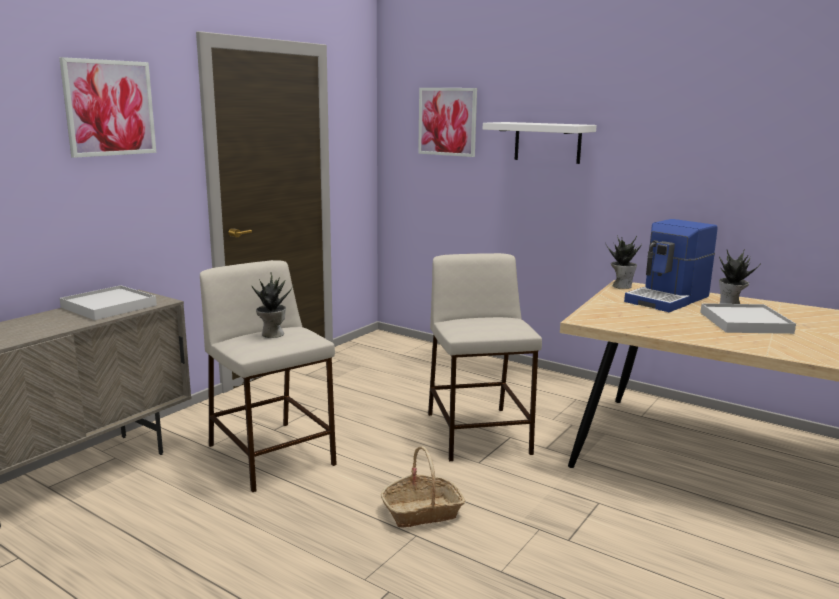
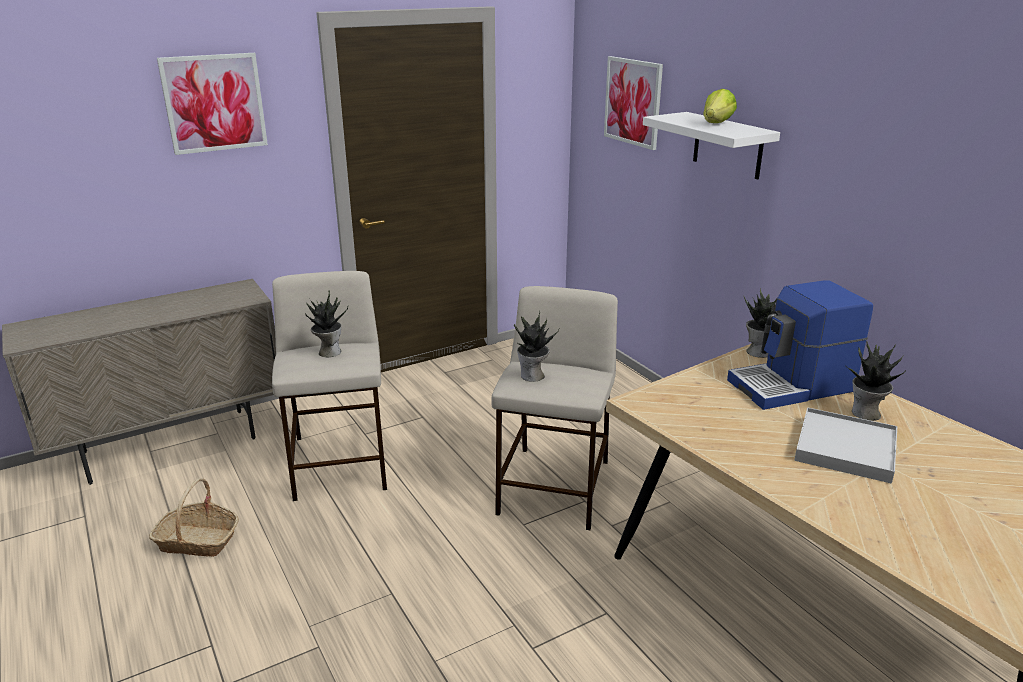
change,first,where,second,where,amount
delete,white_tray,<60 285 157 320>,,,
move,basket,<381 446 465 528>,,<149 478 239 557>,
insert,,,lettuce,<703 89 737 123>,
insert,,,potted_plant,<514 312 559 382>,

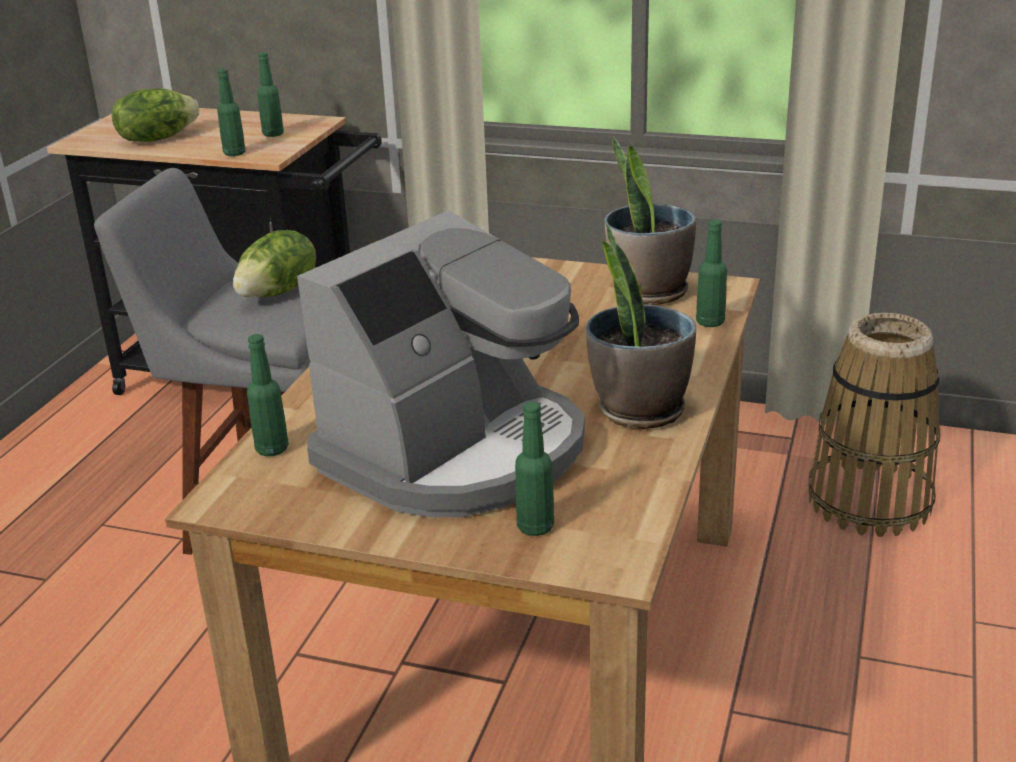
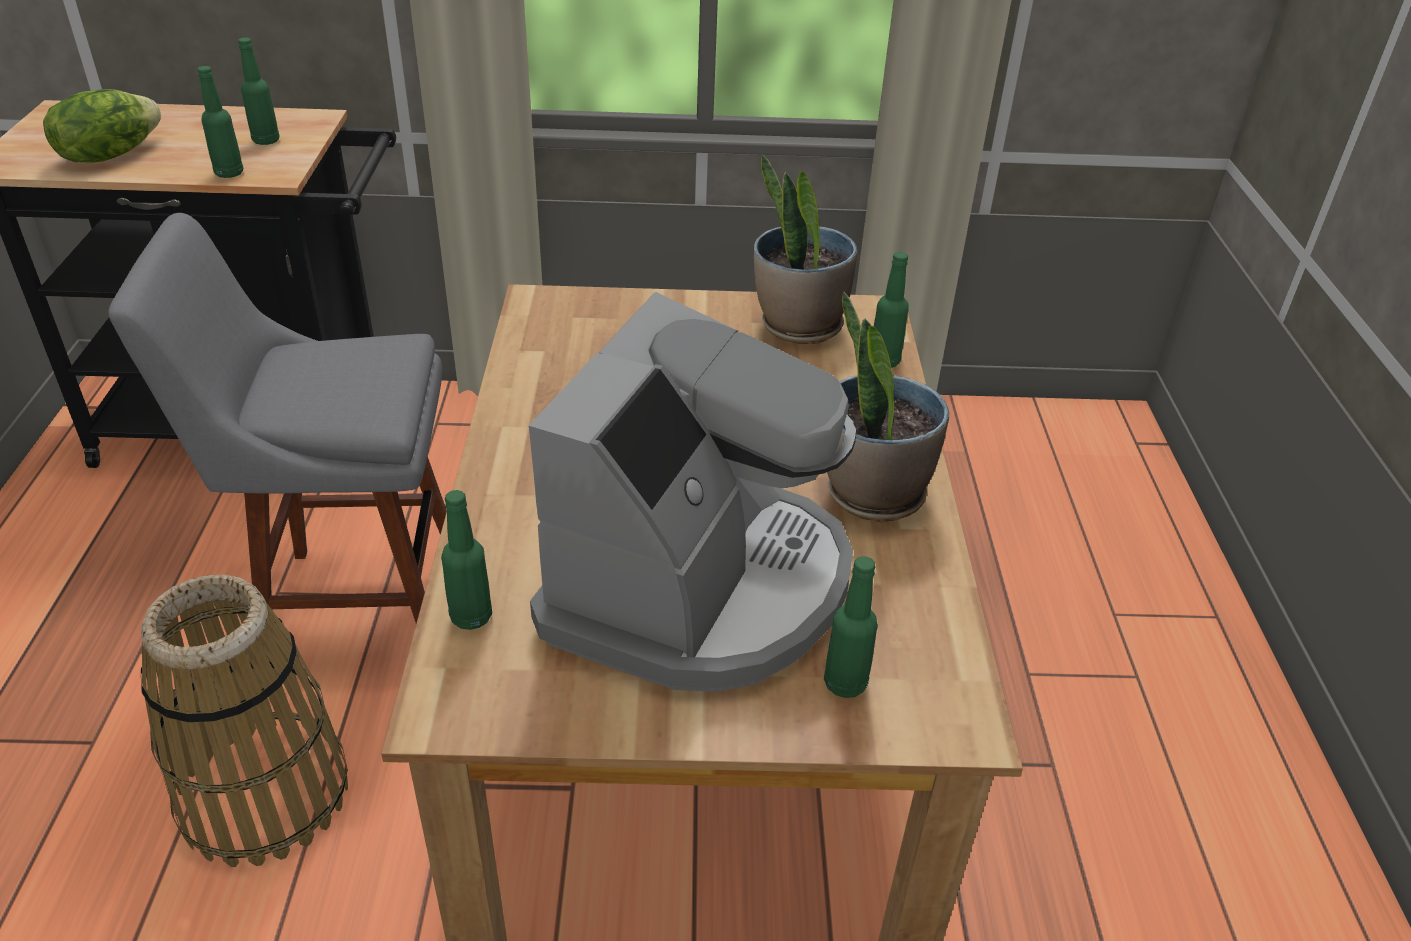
change,first,where,second,where,amount
delete,lettuce,<233 230 316 297>,,,
move,basket,<808 313 941 537>,,<141 575 348 867>,

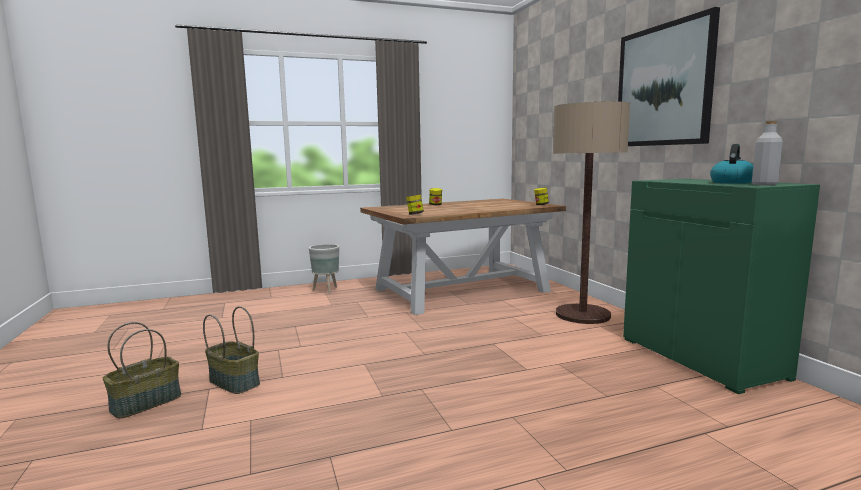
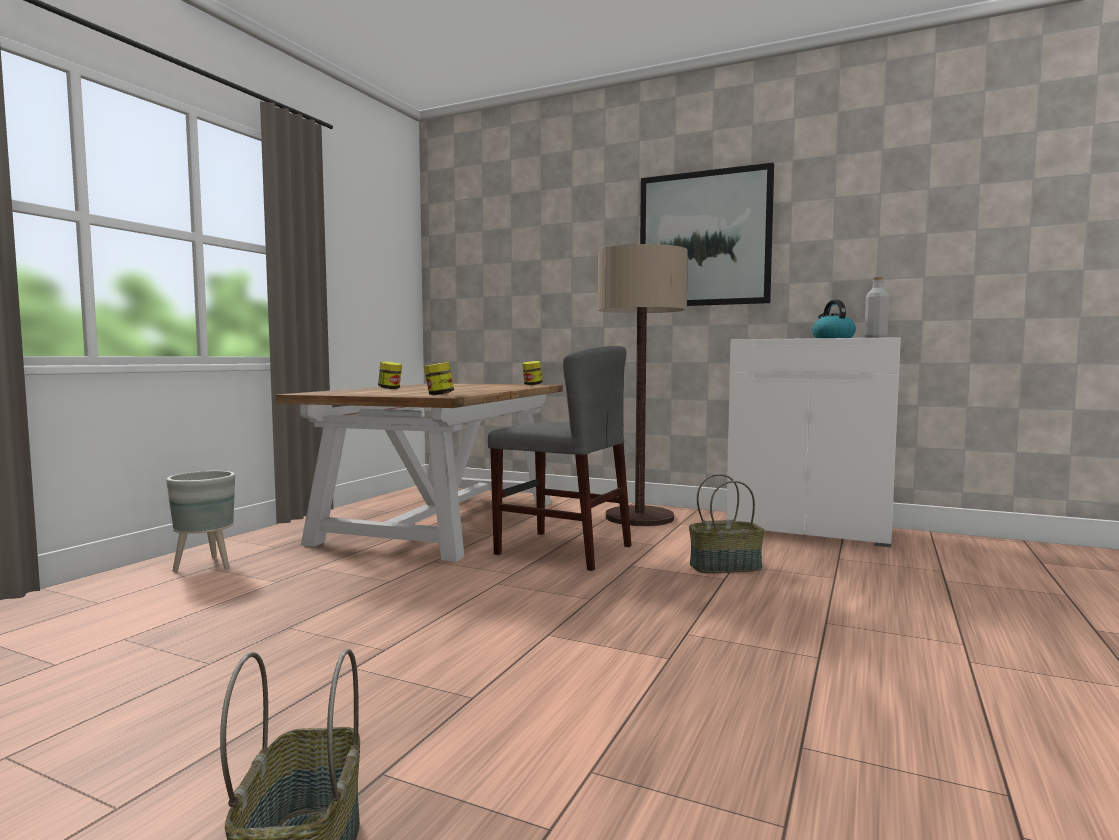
change,first,where,second,where,amount
recolor,green_cabinet,<623 179 820 394>,white_cabinet,<726 337 901 547>,
move,basket,<203 306 260 394>,,<689 474 765 573>,
insert,,,grey_chair,<488 346 631 571>,

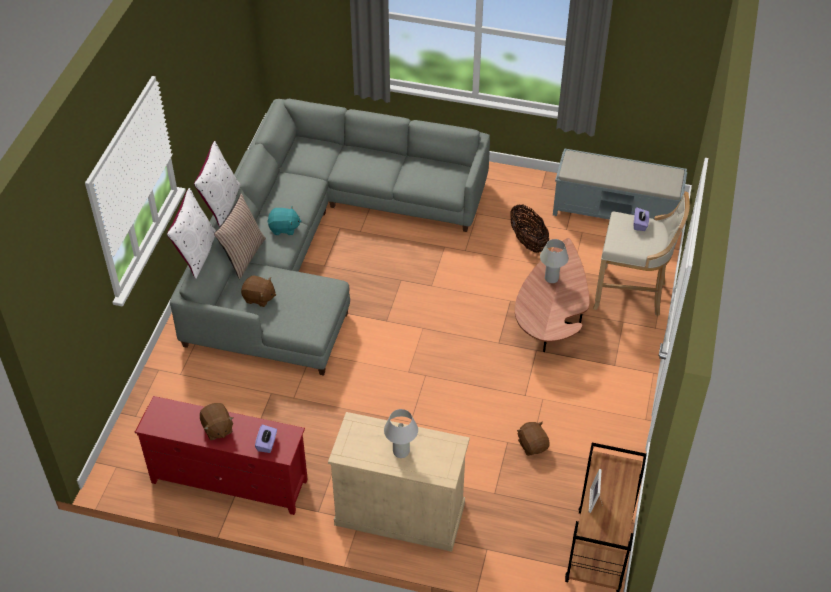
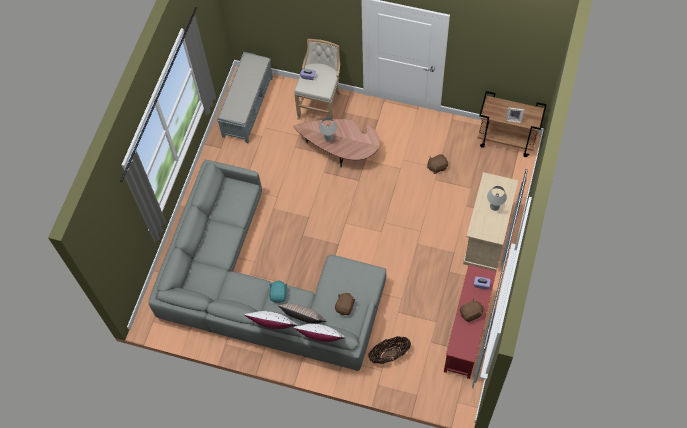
change,first,where,second,where,amount
move,basket,<510 205 549 253>,,<368 336 411 364>,

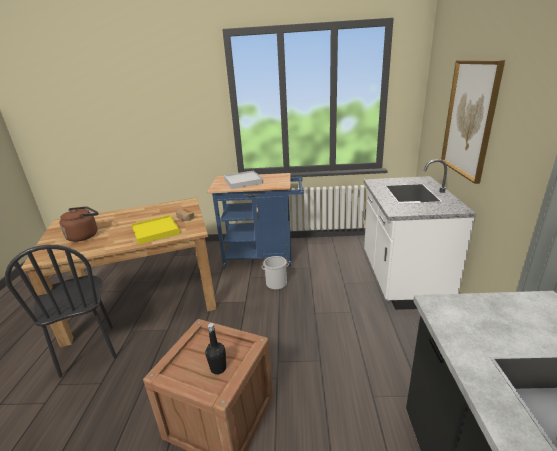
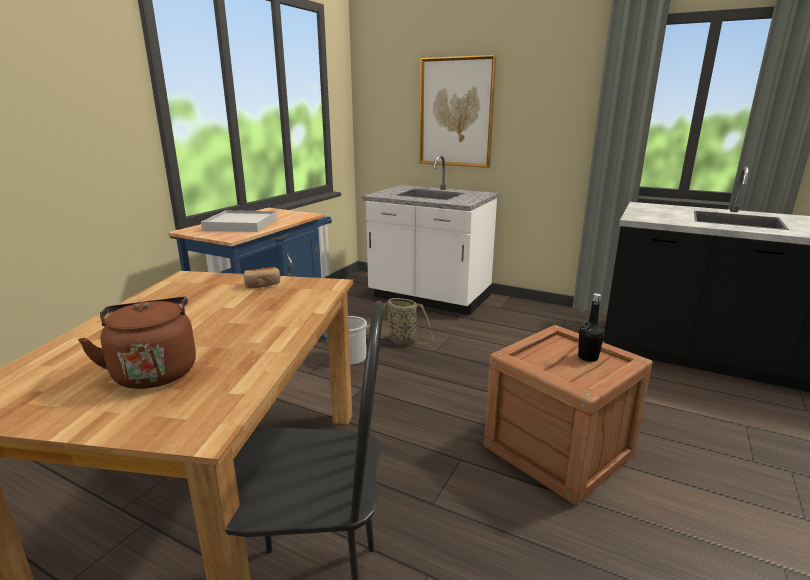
change,first,where,second,where,amount
delete,yellow_tray,<131 215 180 245>,,,
insert,,,basket,<366 298 433 345>,

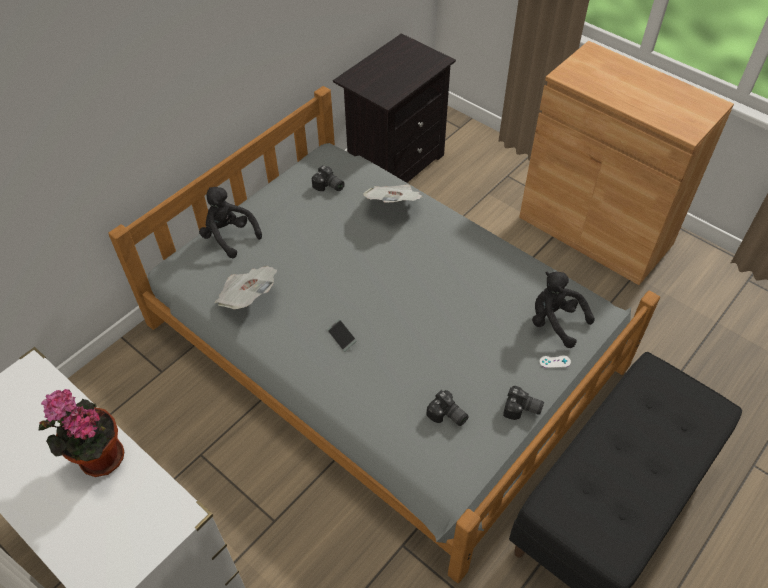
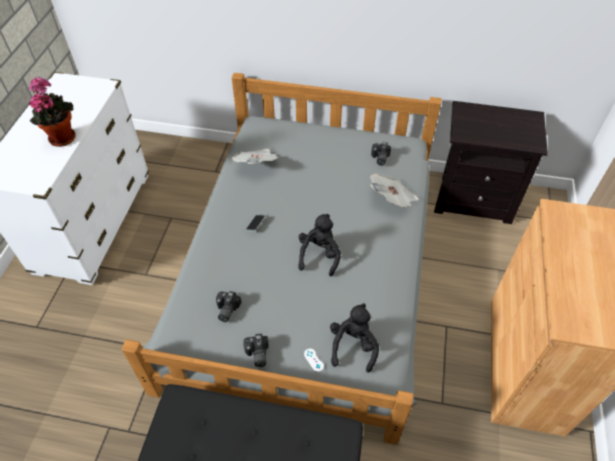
change,first,where,second,where,amount
move,black_plush_toy,<199 187 262 258>,,<298 214 341 276>,

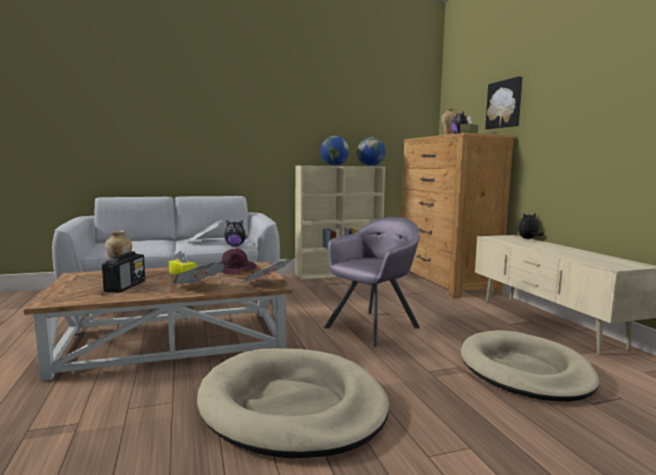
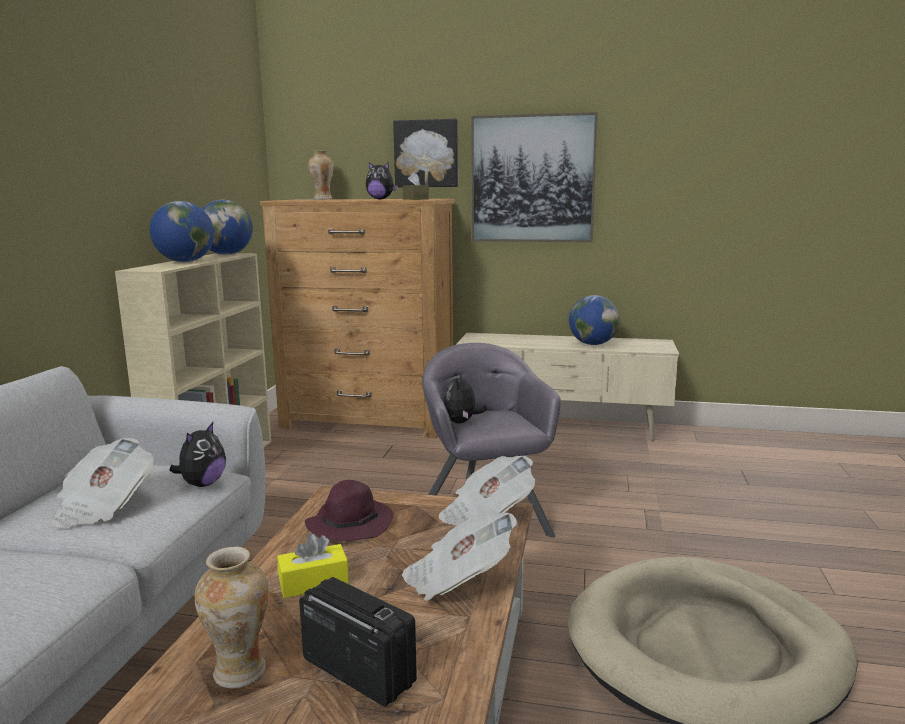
change,first,where,second,where,amount
move,plush_toy,<518 213 543 239>,,<443 372 487 423>,
delete,beige_dog_bed,<461 330 599 402>,,,
insert,,,picture,<471 112 598 242>,
insert,,,globe,<569 295 620 345>,

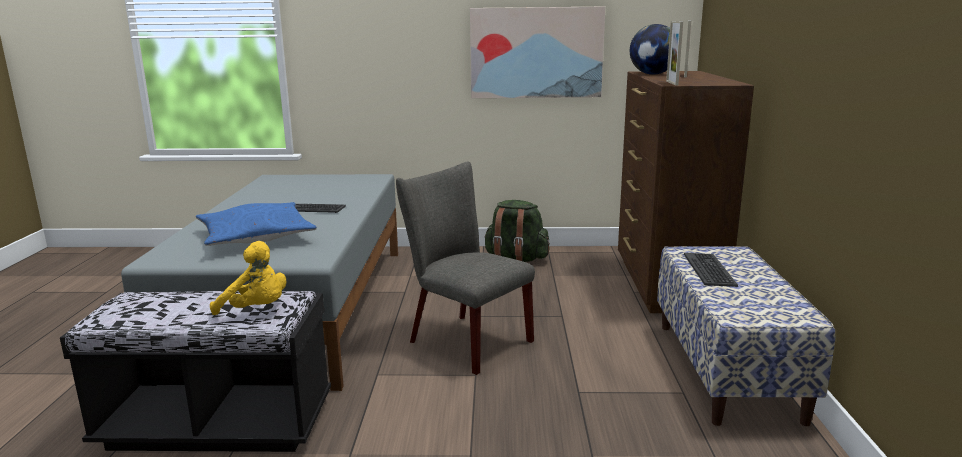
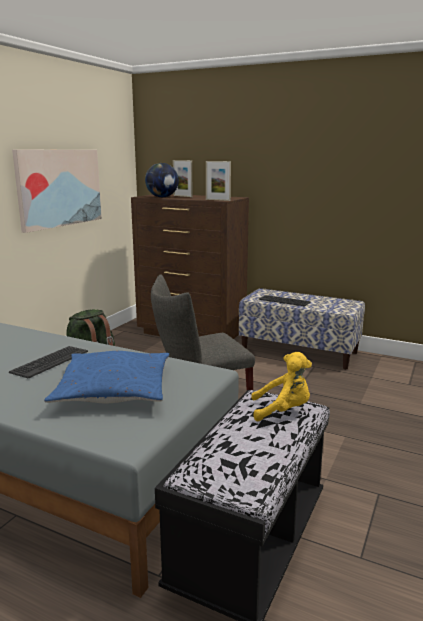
change,first,where,second,where,amount
rotate,yellow_plush_toy,<210 241 286 315>,,<251 352 312 421>,45 degrees clockwise

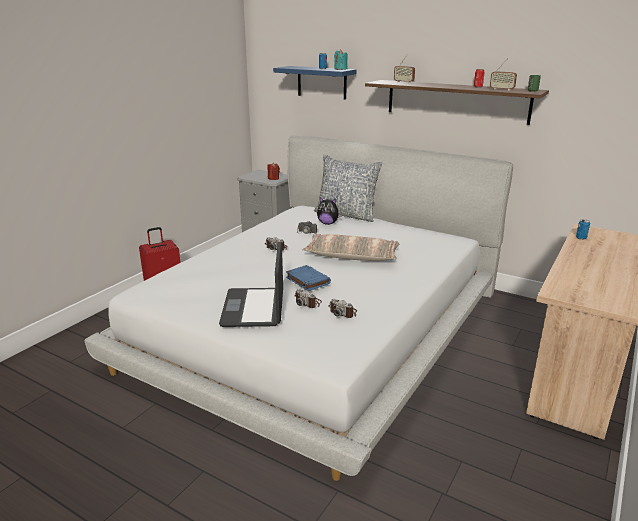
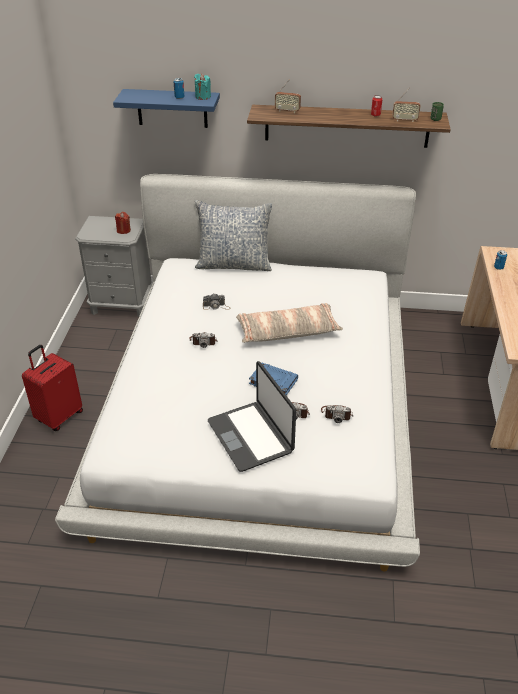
change,first,where,second,where,amount
delete,plush_toy,<317 197 342 225>,,,

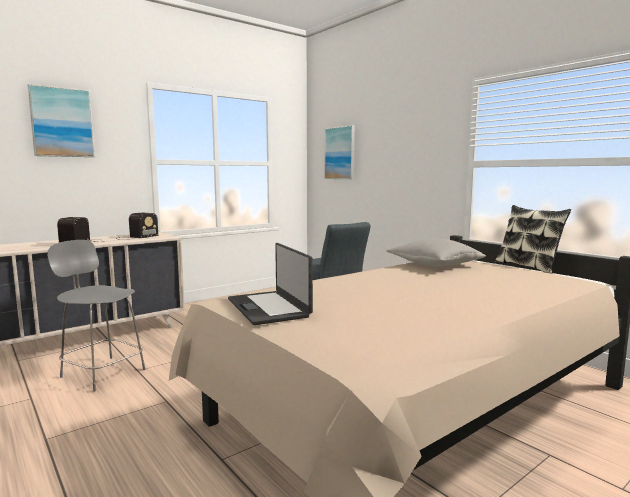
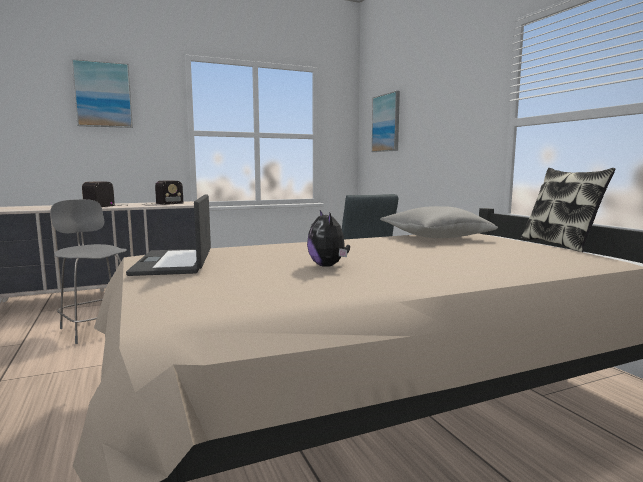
change,first,where,second,where,amount
insert,,,plush_toy,<307 210 350 267>,

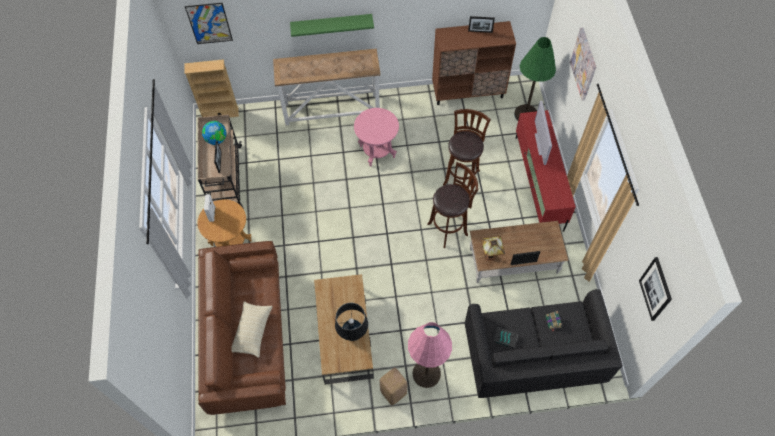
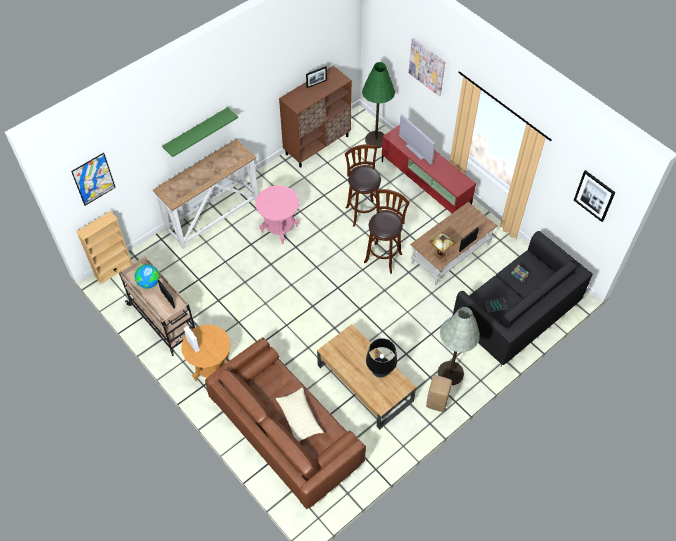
change,first,where,second,where,amount
recolor,pink_floor_lamp,<408 322 452 388>,grey_floor_lamp,<438 307 480 385>,

